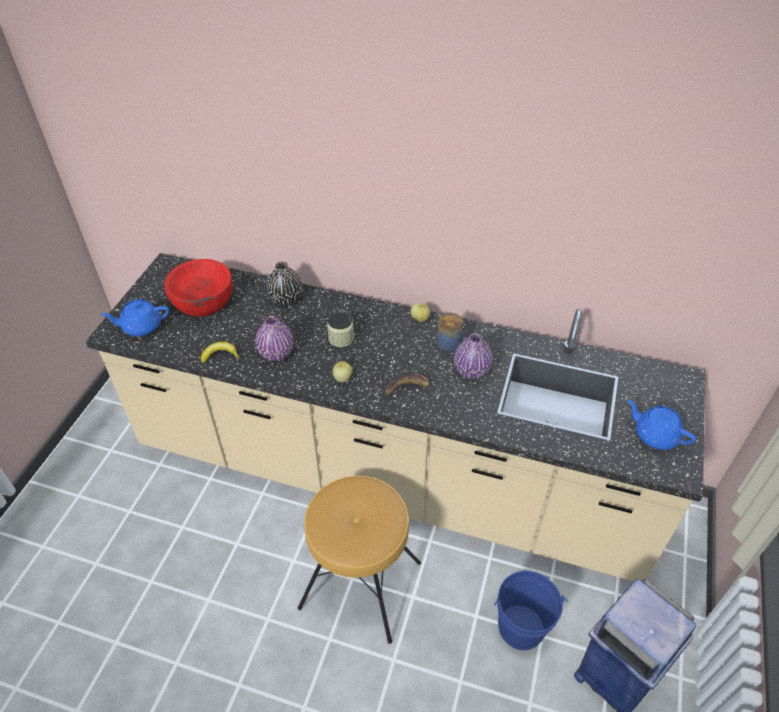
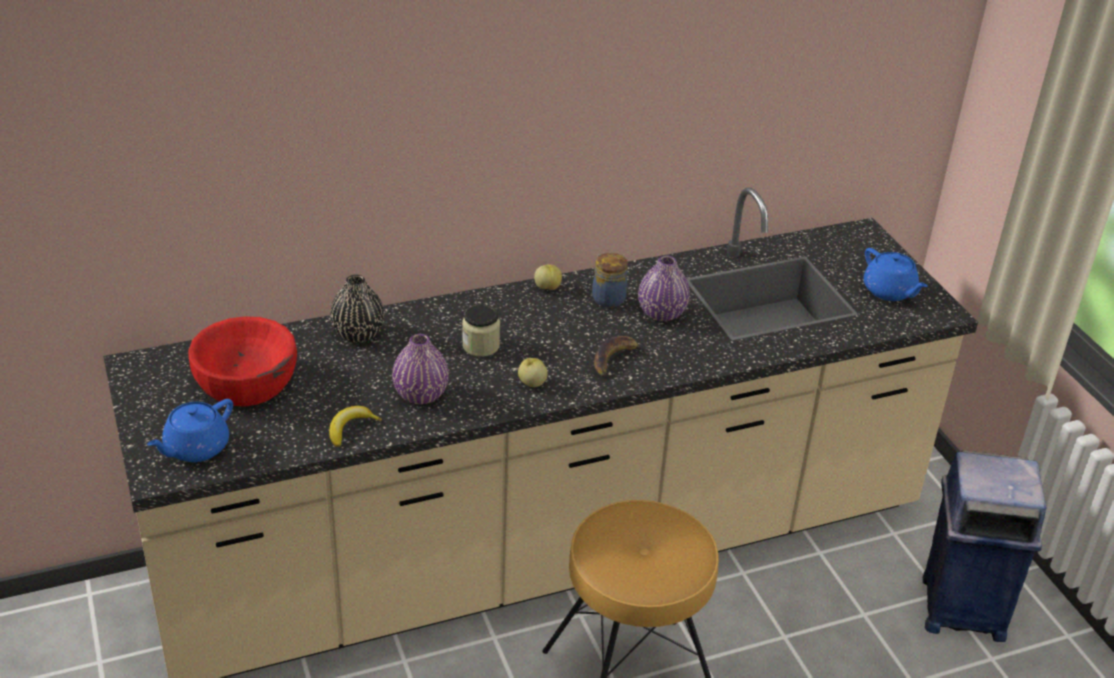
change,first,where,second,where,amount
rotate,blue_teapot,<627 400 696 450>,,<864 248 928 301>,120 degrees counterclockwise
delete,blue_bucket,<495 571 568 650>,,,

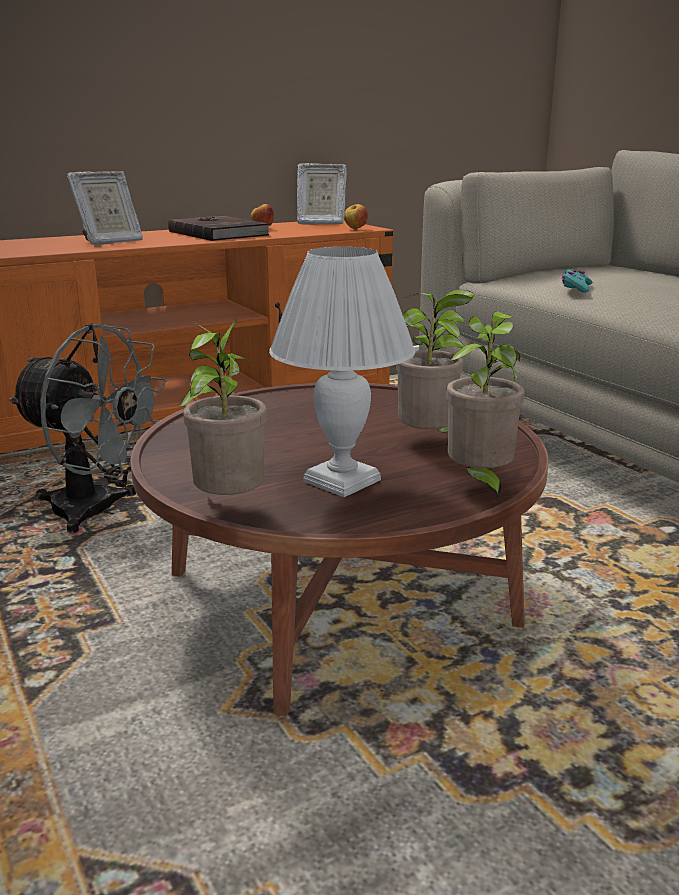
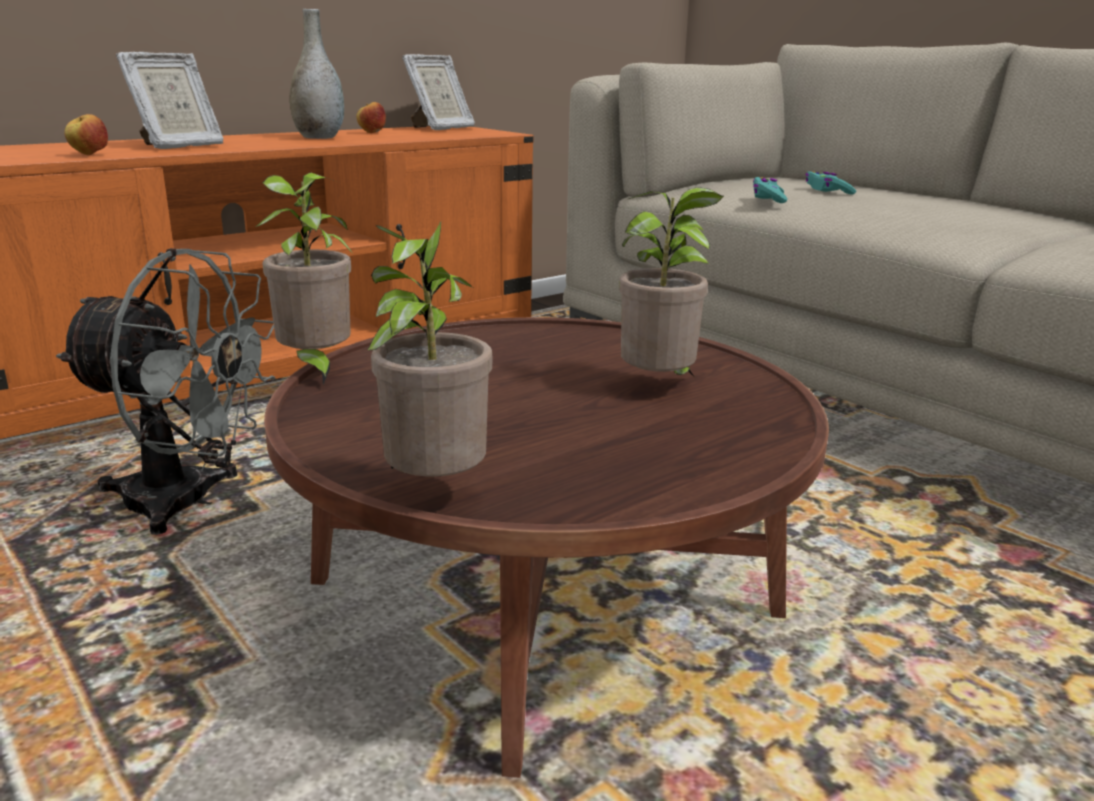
change,first,where,second,where,amount
rotate,picture_frame,<297 163 347 225>,,<402 54 475 130>,45 degrees counterclockwise
move,apple,<344 204 368 229>,,<64 114 108 155>,
replace,brown_book,<168 216 270 241>,grey_vase,<289 9 344 139>,
delete,white_table_lamp,<269 247 416 497>,,,
move,potted_plant,<446 311 525 501>,,<256 172 353 384>,
insert,,,turquoise_game_controller,<806 171 856 195>,

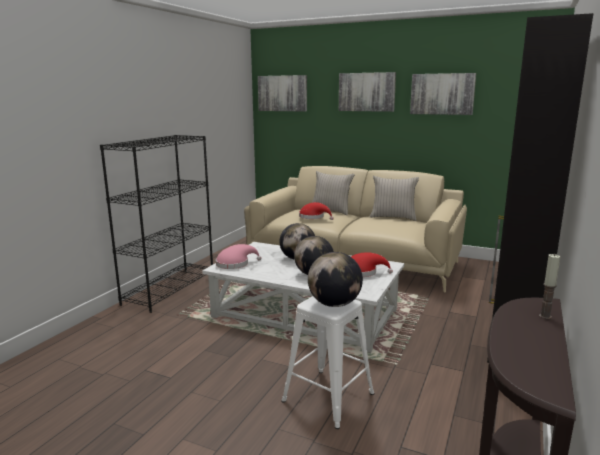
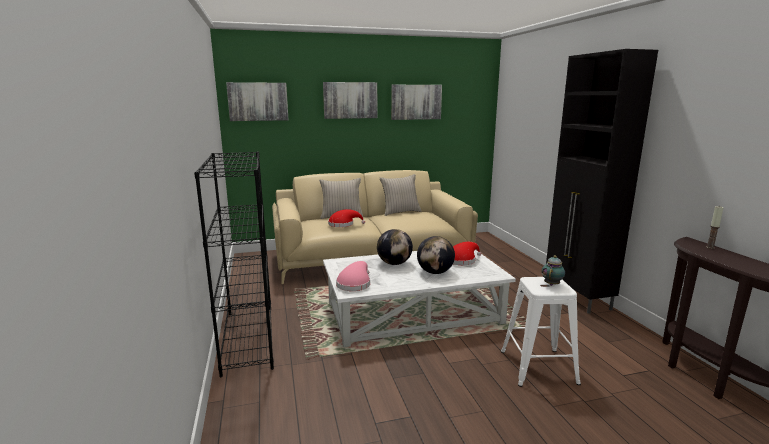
change,first,where,second,where,amount
replace,globe,<308 252 363 307>,teapot,<541 255 565 286>,

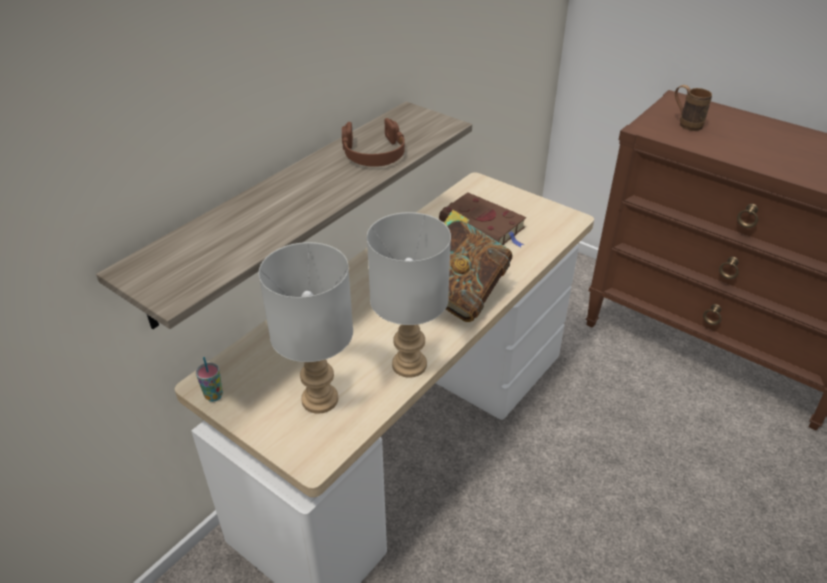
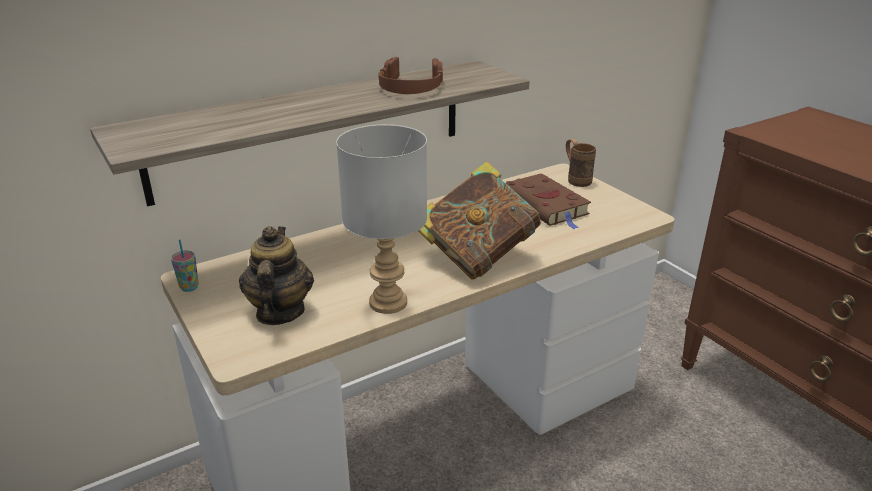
change,first,where,second,where,amount
move,brown_mug,<675 85 712 131>,,<566 139 596 187>,
replace,grey_table_lamp,<259 242 353 414>,teapot,<239 226 314 325>,

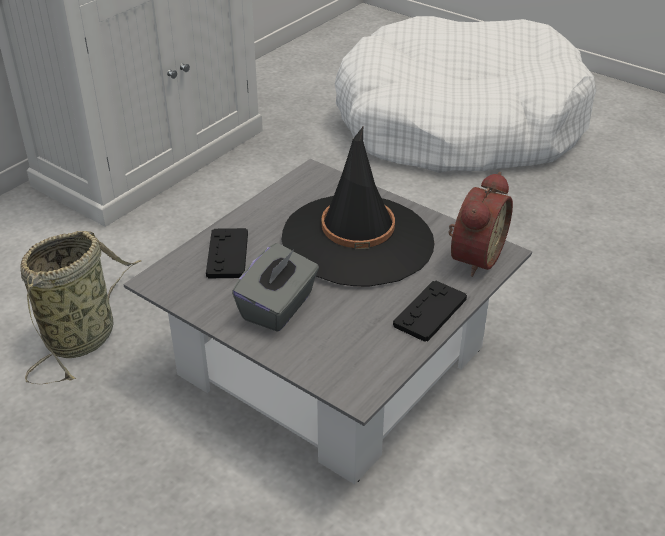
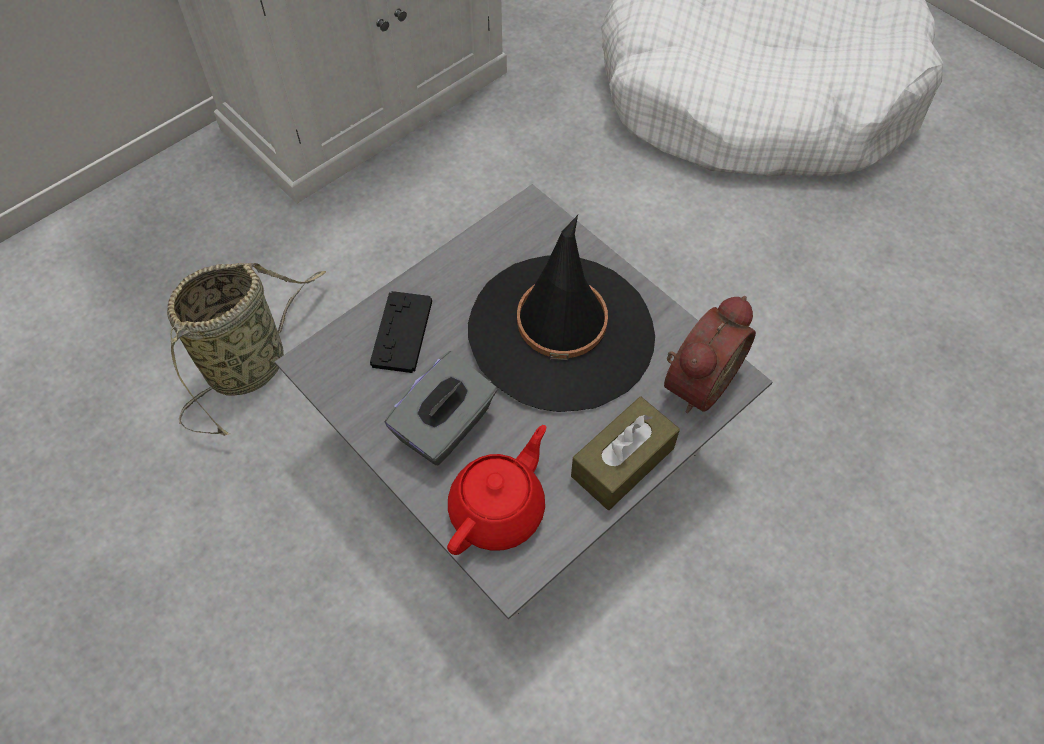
change,first,where,second,where,amount
replace,black_game_controller,<393 281 467 342>,brown_tissue_box,<571 397 680 510>,
insert,,,red_teapot,<447 425 546 555>,

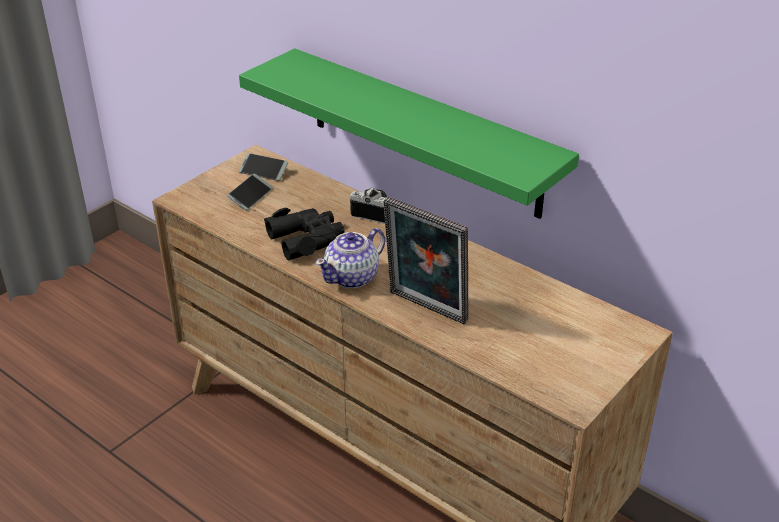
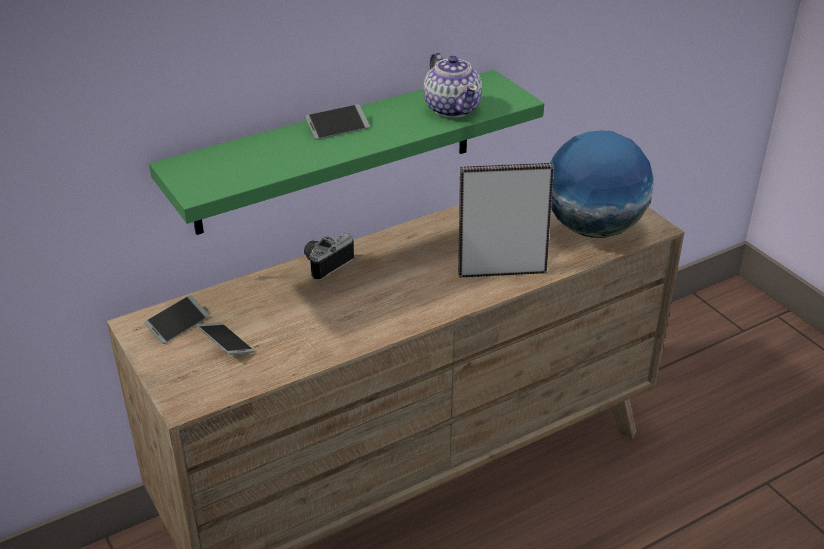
change,first,where,second,where,amount
rotate,picture_frame,<384 197 469 324>,,<458 163 554 277>,150 degrees counterclockwise
delete,black_binoculars,<264 208 344 261>,,,
move,teapot,<315 228 385 288>,,<423 52 482 118>,
insert,,,phone,<305 104 370 140>,
insert,,,globe,<550 130 654 238>,

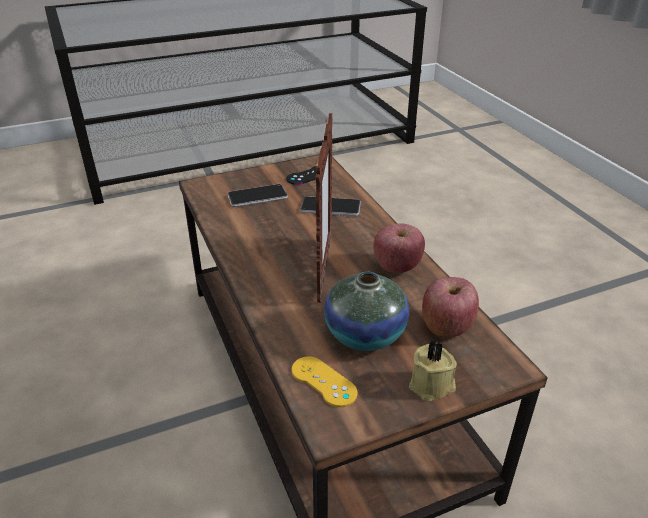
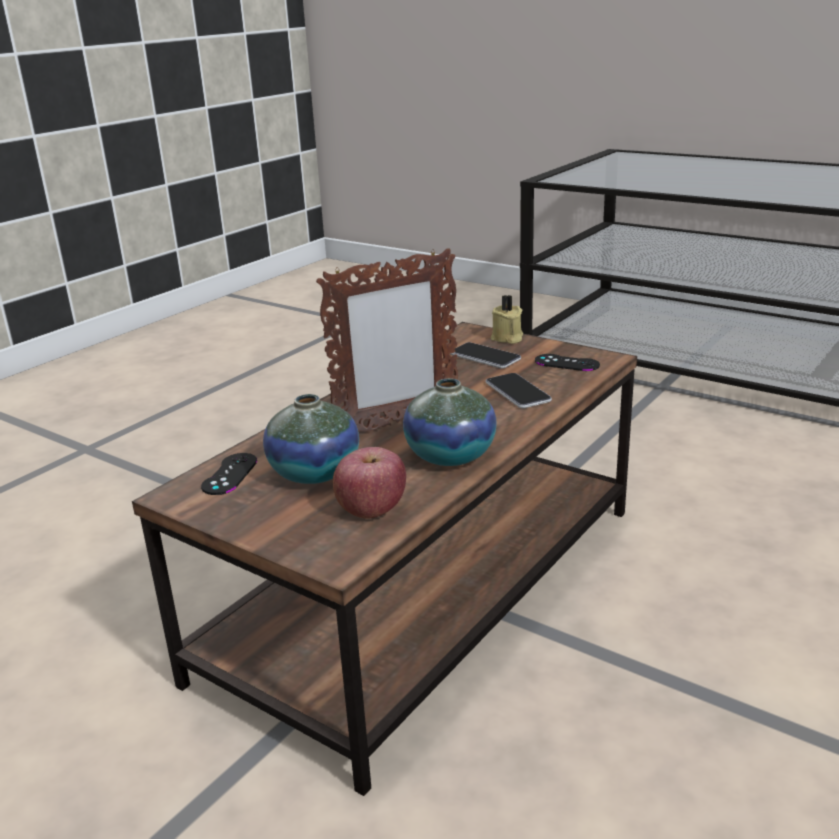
change,first,where,second,where,amount
replace,apple,<373 223 425 273>,vase,<403 378 497 466>,
move,beige_candle,<409 340 457 402>,,<491 295 523 344>,
recolor,yellow_game_controller,<292 356 358 407>,black_game_controller,<201 453 257 495>,

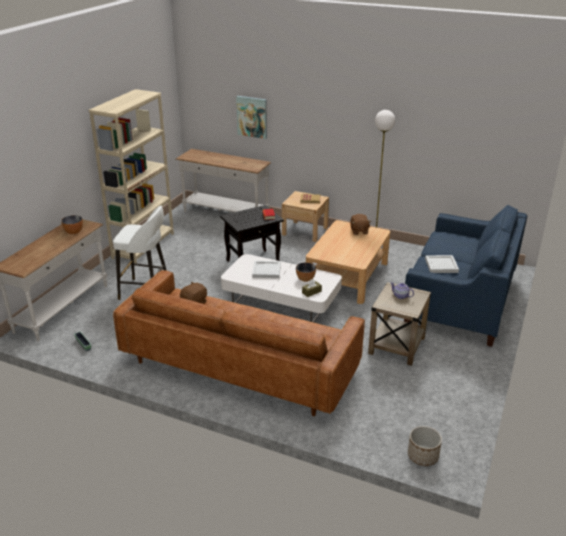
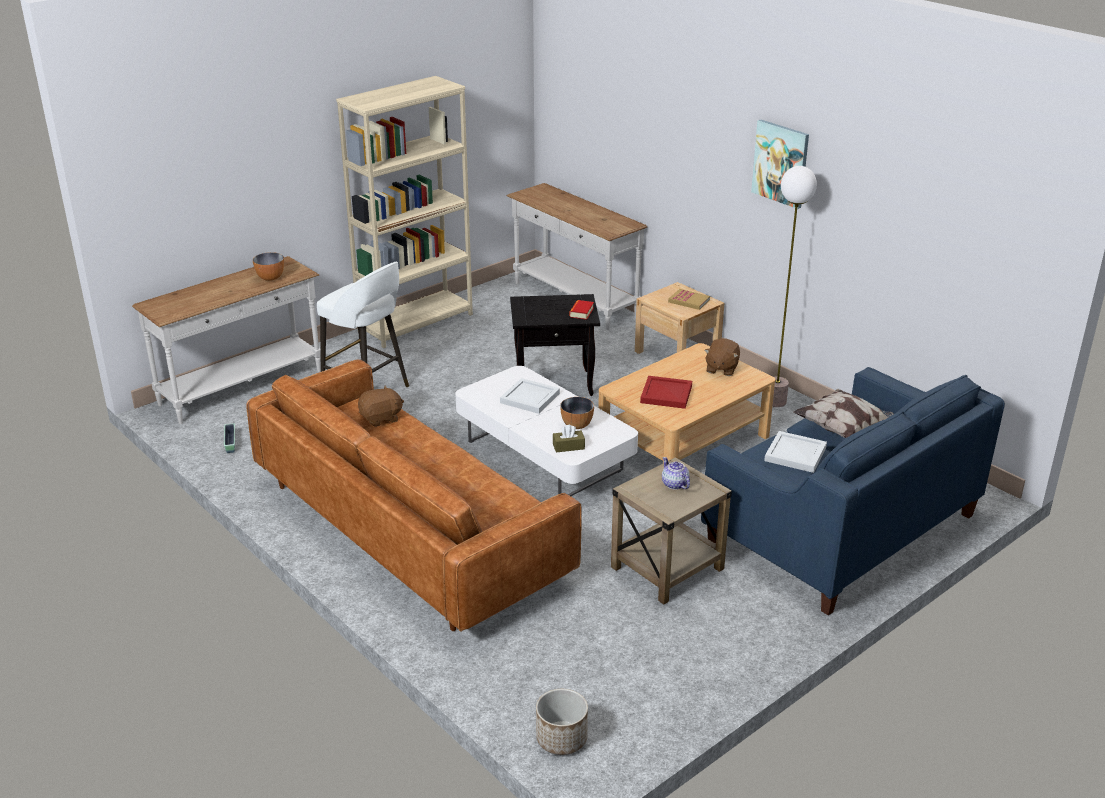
change,first,where,second,where,amount
move,picture,<236 96 267 139>,,<751 120 809 209>,
insert,,,red_tray,<640 376 692 409>,
insert,,,pillow,<794 388 894 438>,

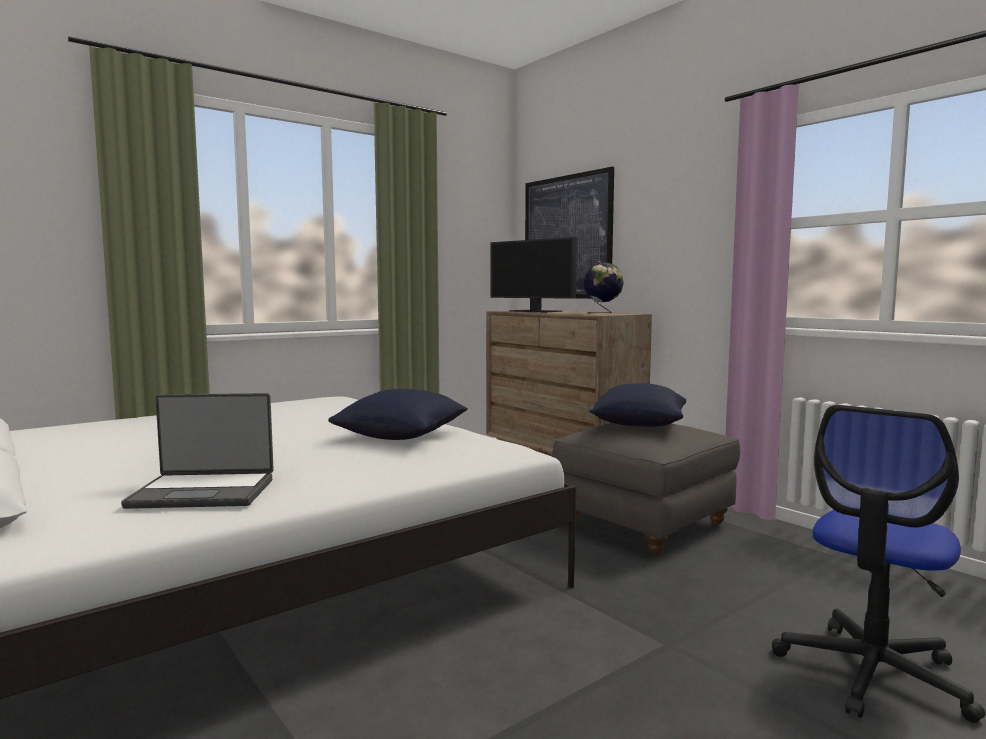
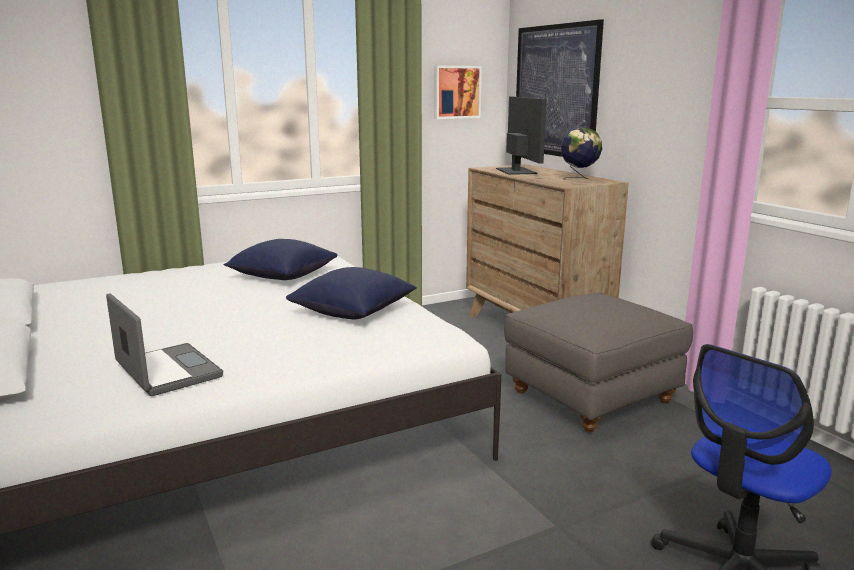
change,first,where,second,where,amount
rotate,monitor,<490 237 577 312>,,<496 97 547 175>,150 degrees counterclockwise
move,blue_pillow,<589 383 686 427>,,<224 239 338 280>,
rotate,laptop,<121 393 274 509>,,<106 293 223 396>,135 degrees counterclockwise
insert,,,picture,<434 66 482 119>,

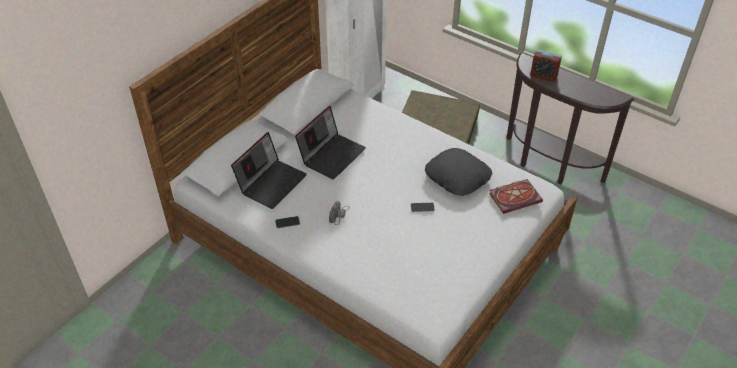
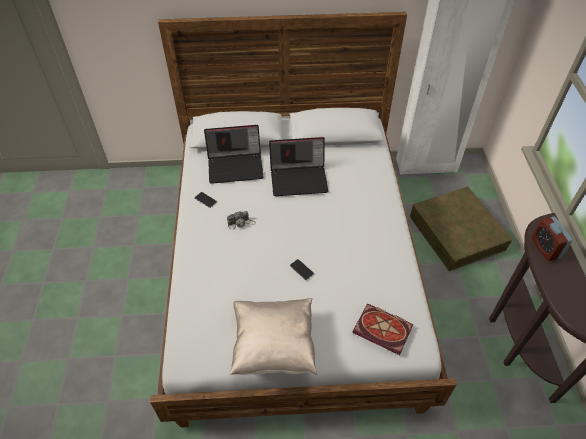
change,first,where,second,where,amount
delete,black_pillow,<425 148 493 196>,,,
insert,,,beige_pillow,<230 298 317 375>,

